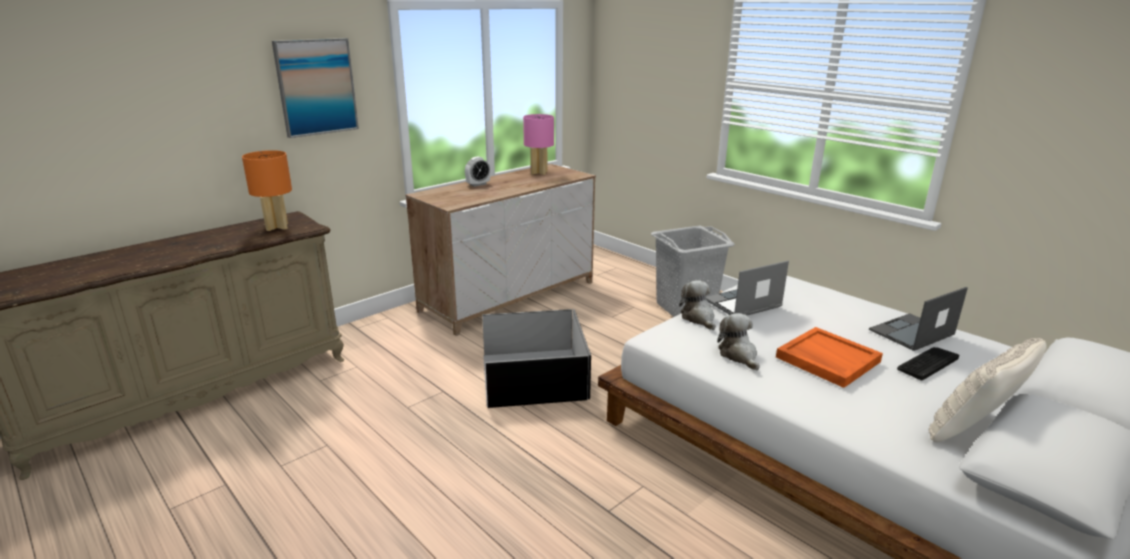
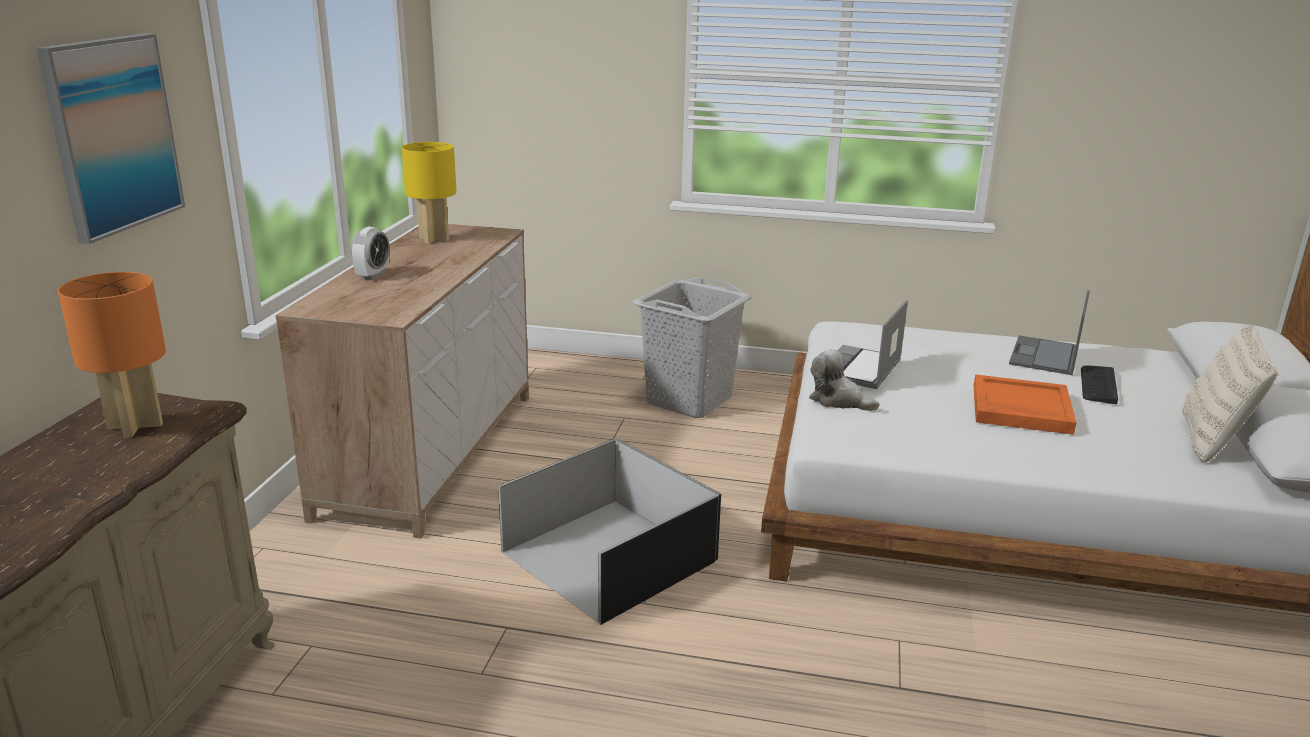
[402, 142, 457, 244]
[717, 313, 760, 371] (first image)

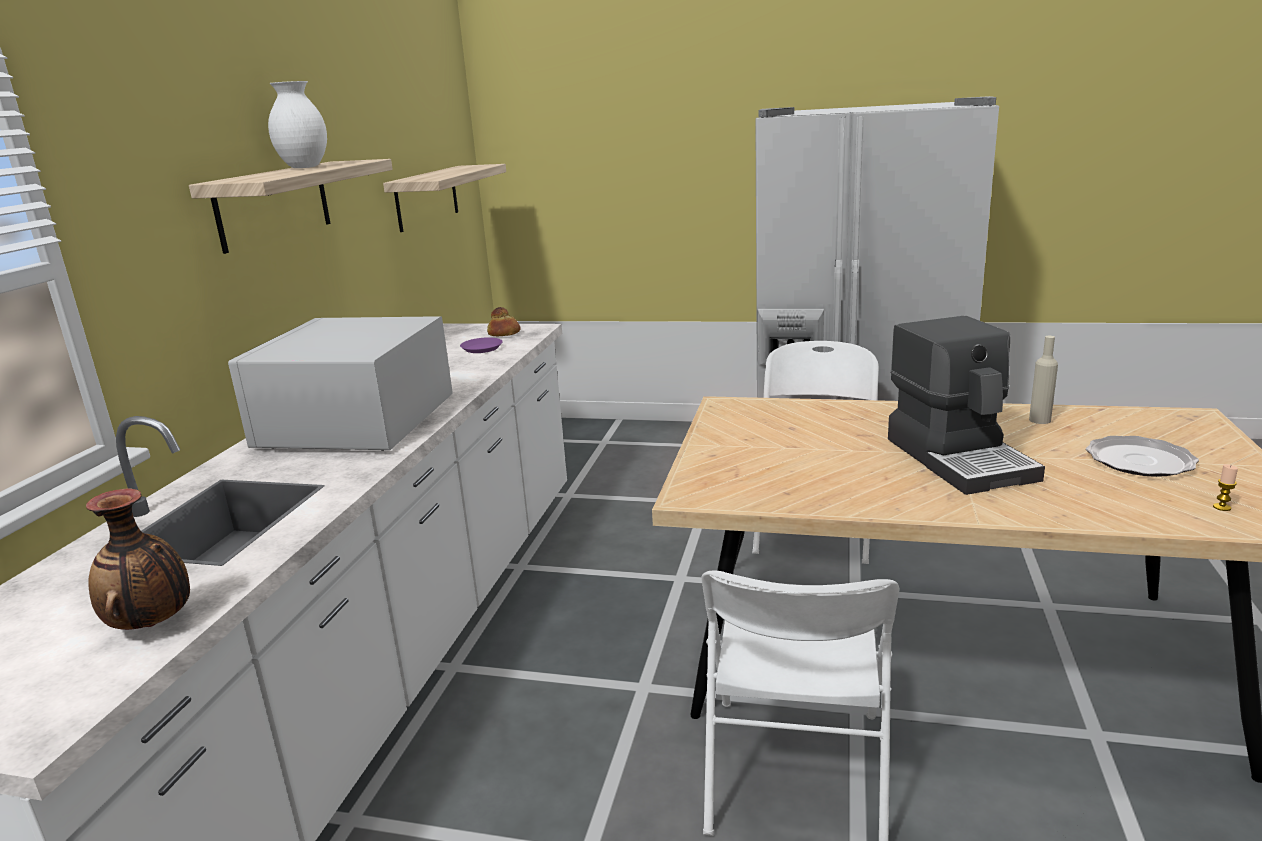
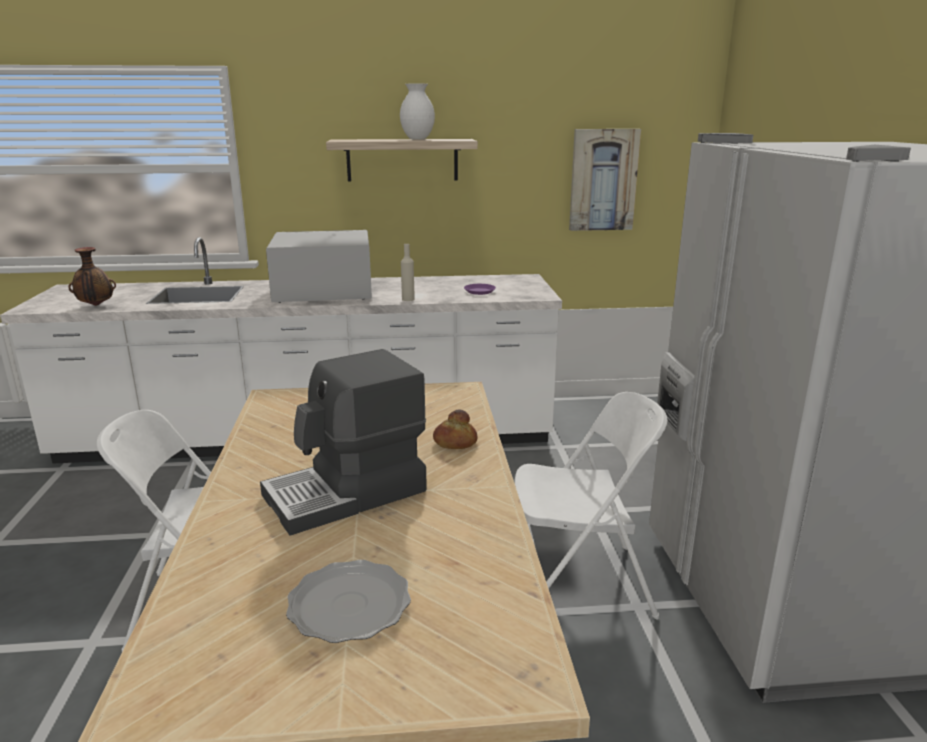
[569, 129, 641, 231]
[433, 409, 477, 449]
[401, 244, 415, 301]
[1213, 464, 1238, 511] (first image)

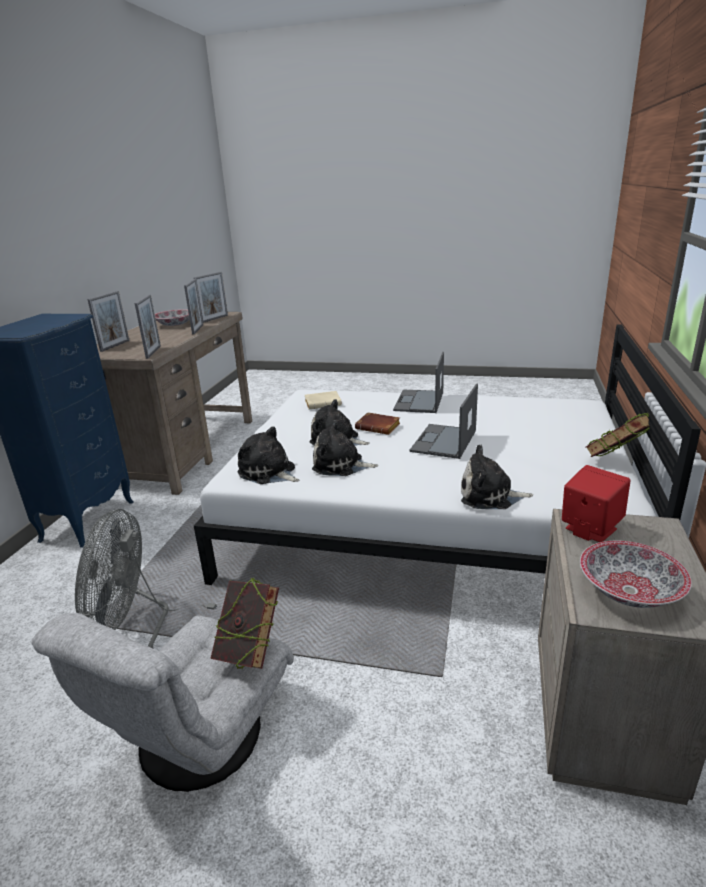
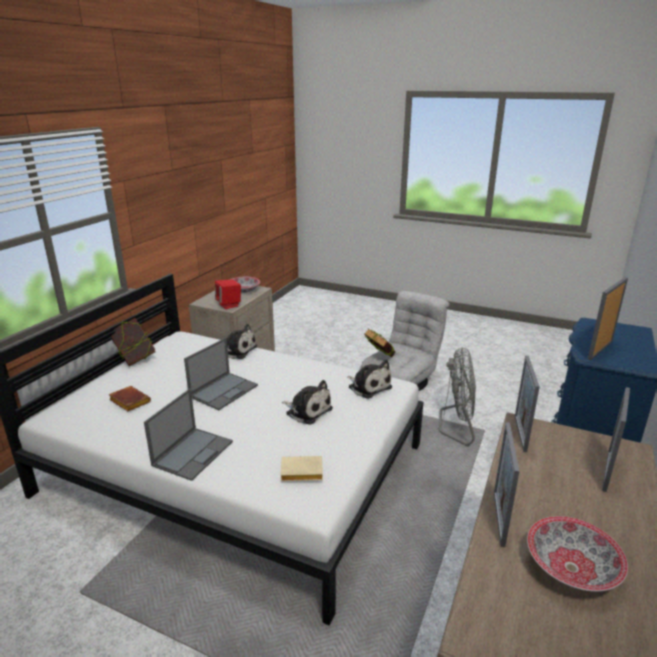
[588, 277, 628, 360]
[109, 386, 151, 411]
[312, 420, 378, 476] (first image)

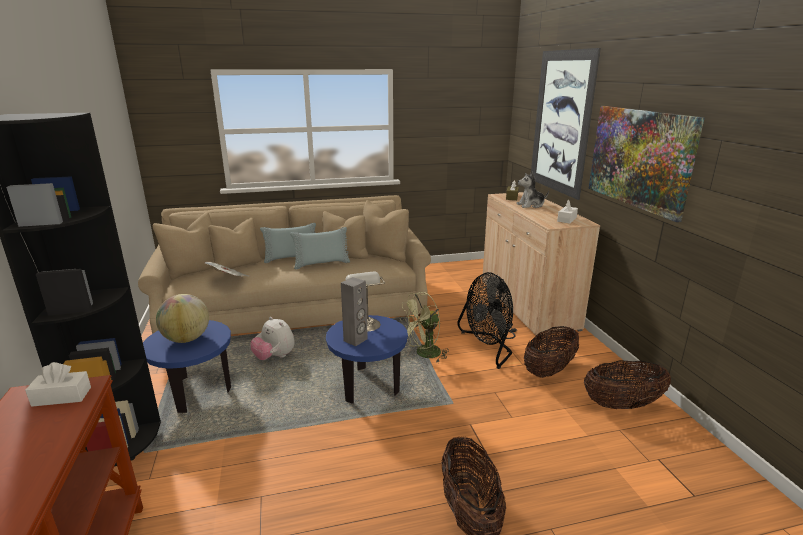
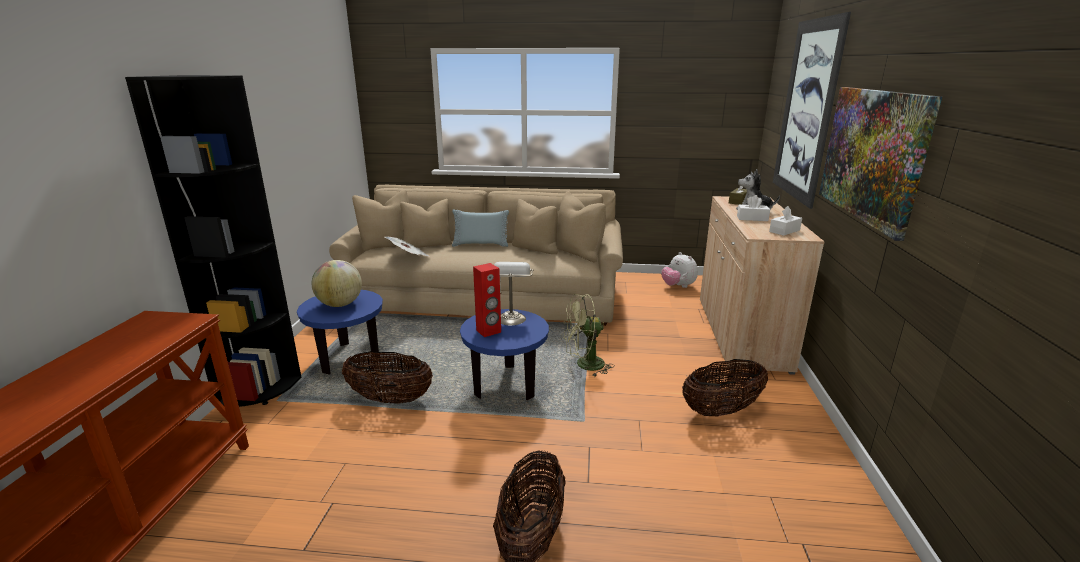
[290, 227, 350, 269] (first image)
[457, 272, 517, 369] (first image)
[473, 263, 501, 337]
[661, 252, 698, 288]
[342, 351, 433, 404]
[737, 195, 770, 221]

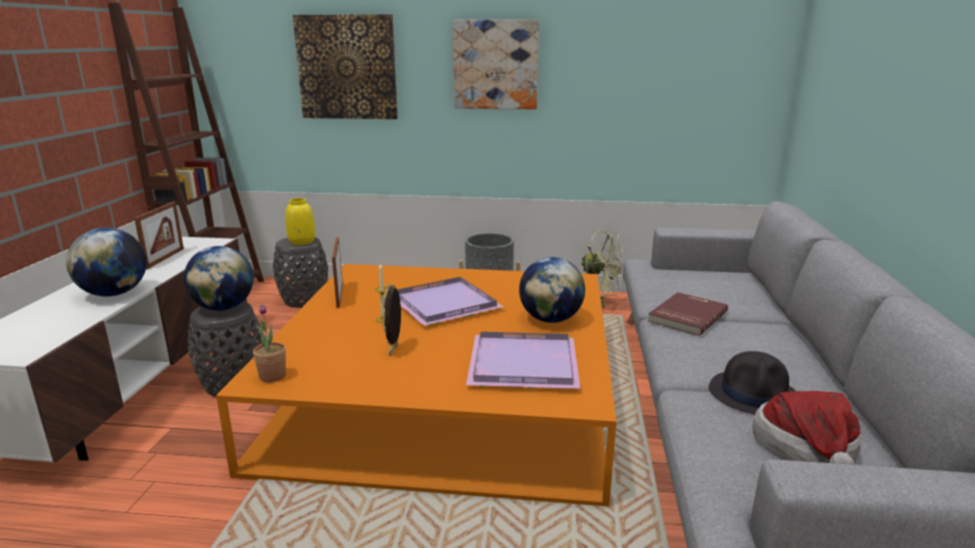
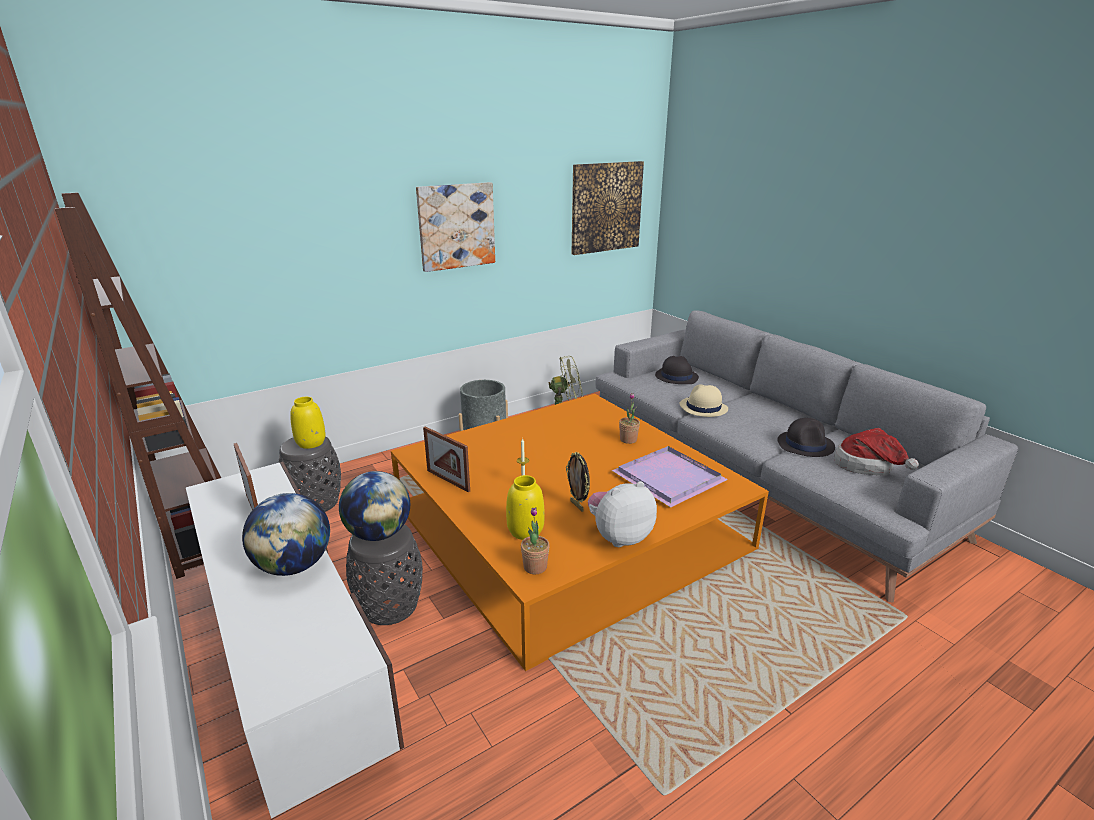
[572, 161, 644, 255]
[619, 393, 640, 444]
[397, 277, 504, 326] (first image)
[679, 384, 728, 417]
[655, 356, 699, 384]
[506, 475, 545, 540]
[588, 481, 657, 547]

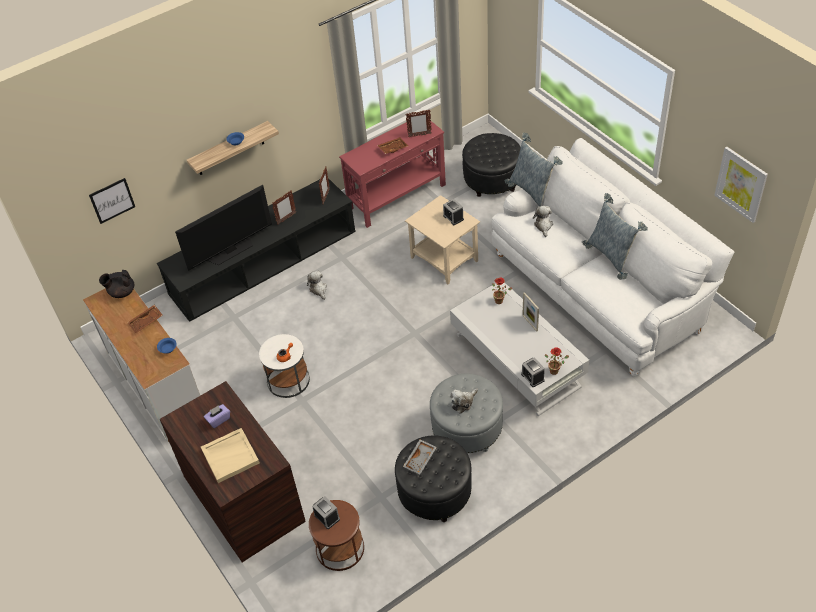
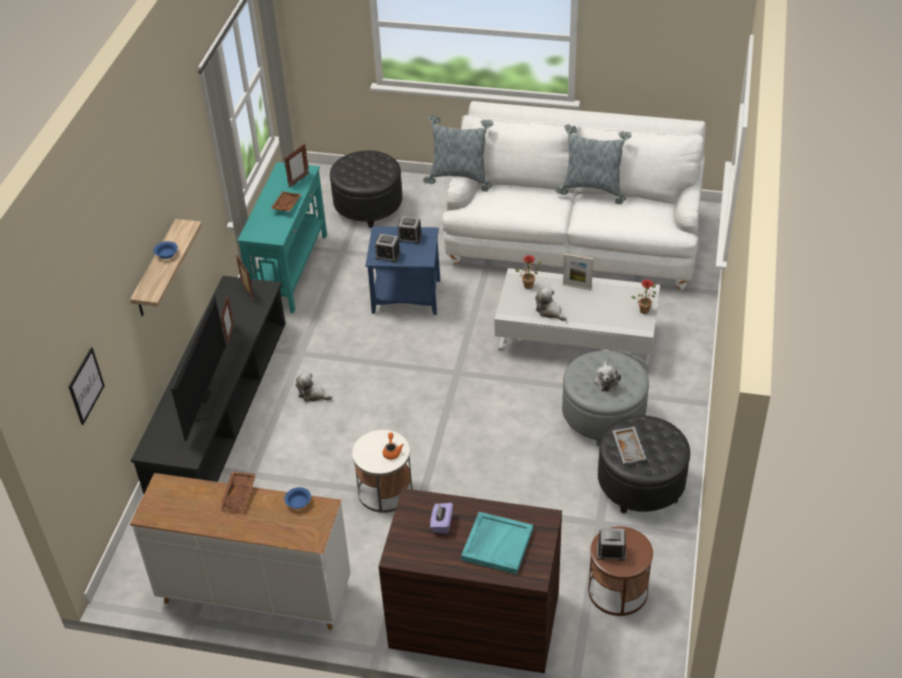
[237, 162, 327, 313]
[715, 147, 768, 223] (first image)
[365, 226, 440, 315]
[535, 287, 567, 321]
[99, 270, 134, 298] (first image)
[375, 234, 401, 262]
[461, 512, 533, 575]

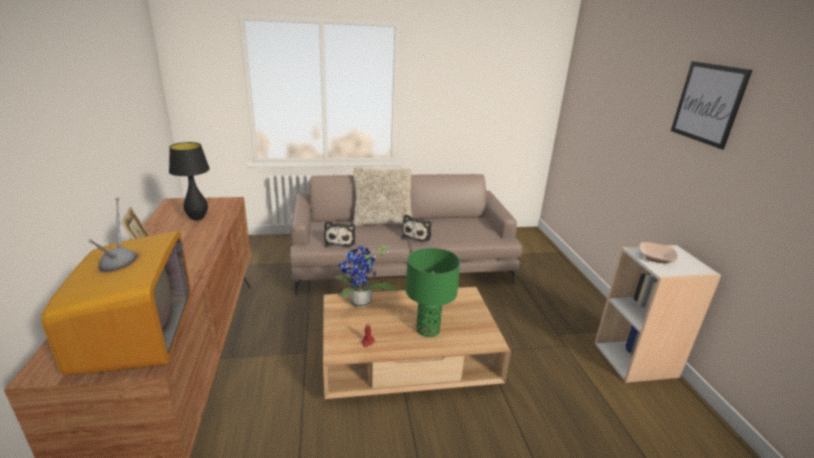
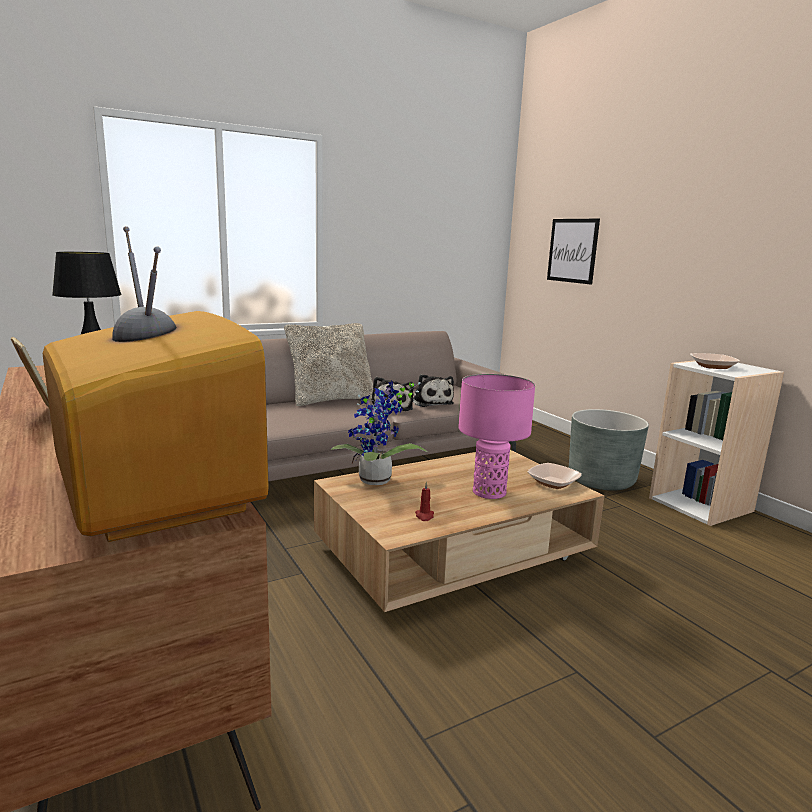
[547, 219, 600, 285]
[413, 374, 454, 407]
[458, 374, 535, 499]
[569, 409, 649, 491]
[528, 463, 582, 489]

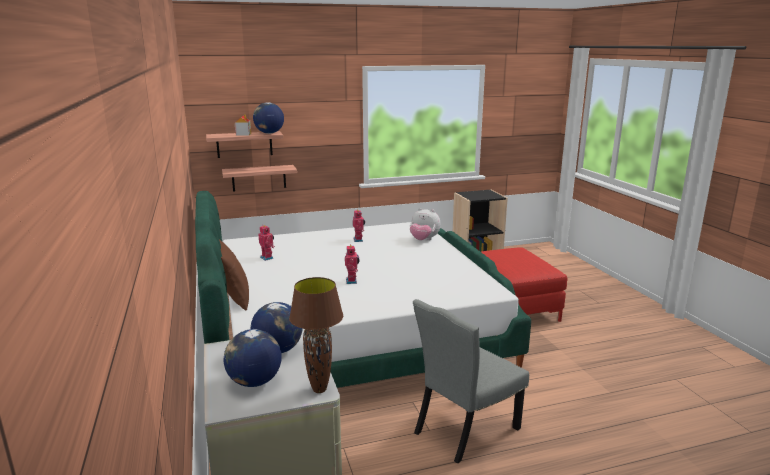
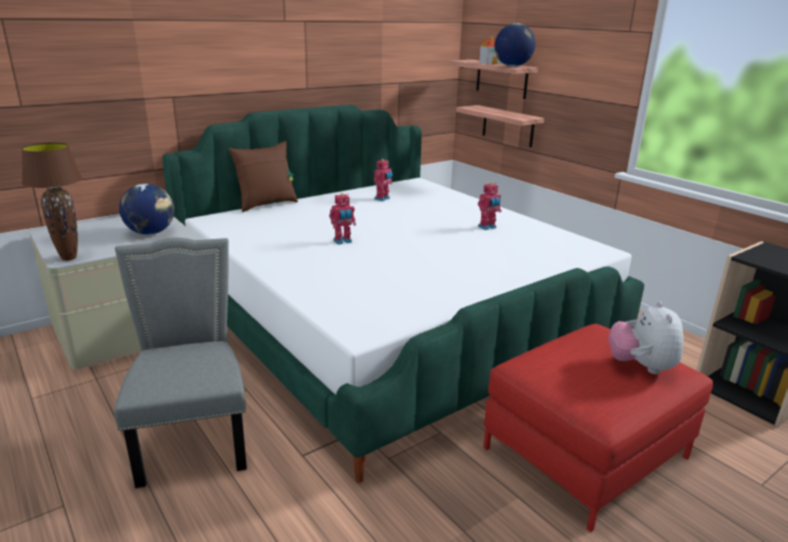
[609, 301, 684, 374]
[114, 238, 247, 488]
[224, 329, 282, 387] (first image)

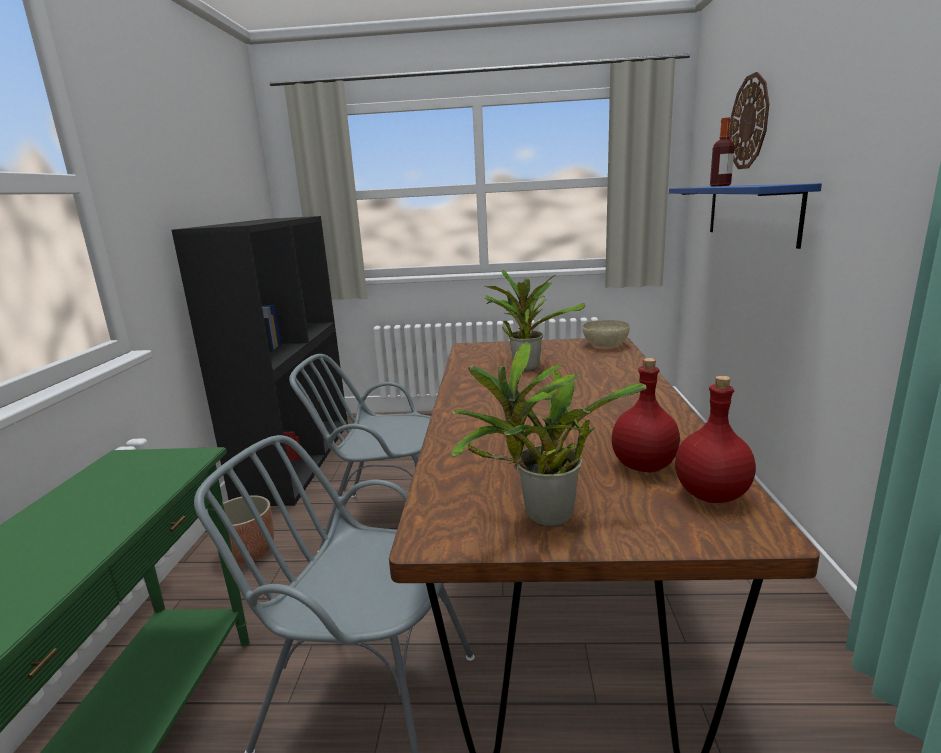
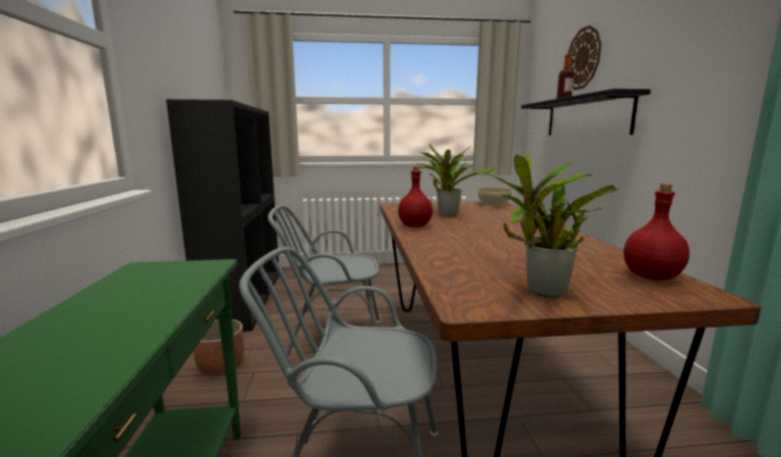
[521, 89, 651, 135]
[398, 166, 433, 227]

